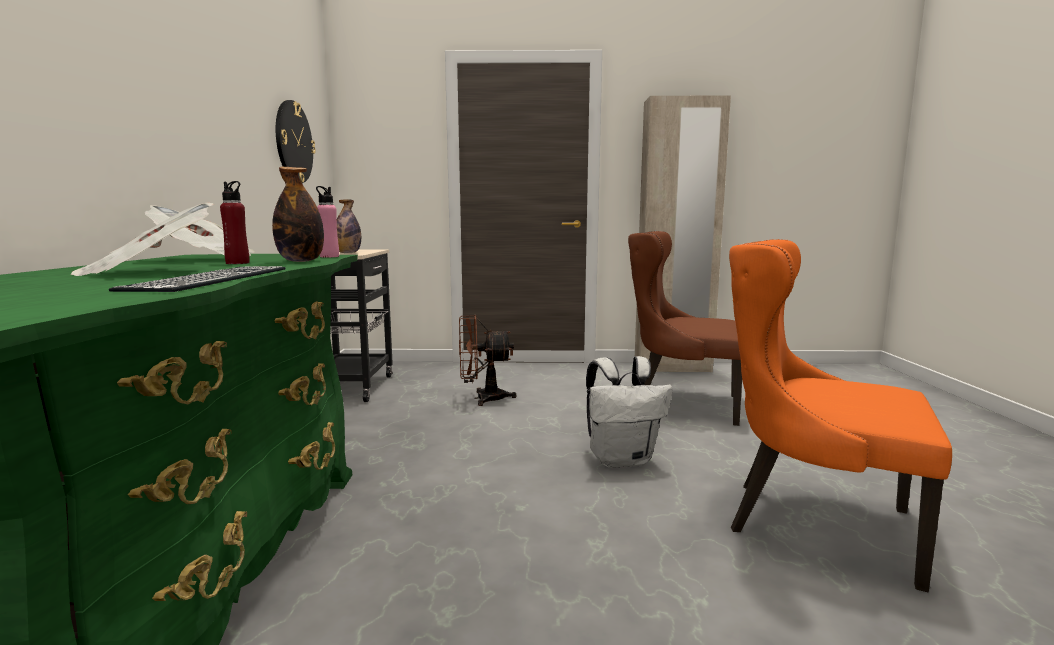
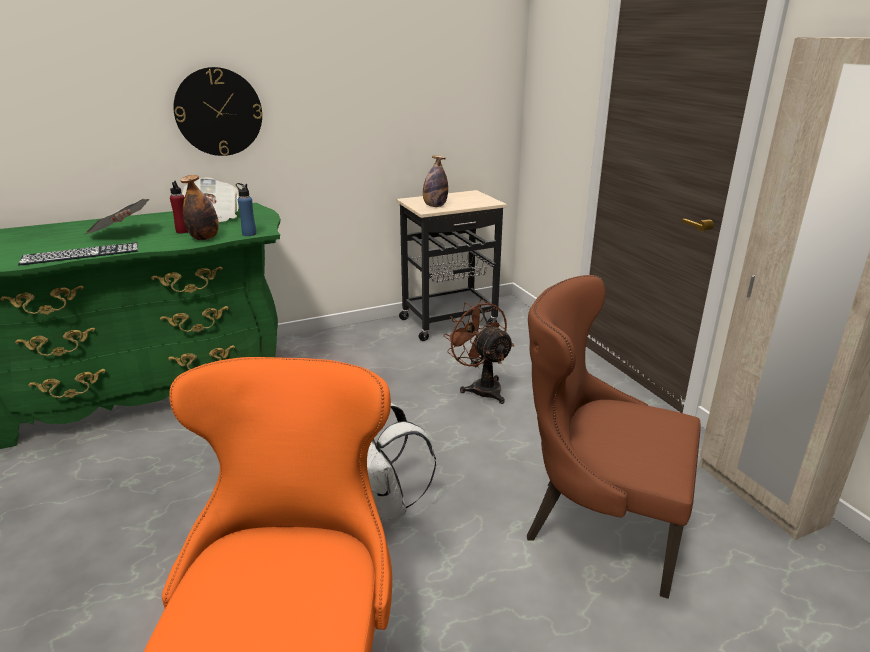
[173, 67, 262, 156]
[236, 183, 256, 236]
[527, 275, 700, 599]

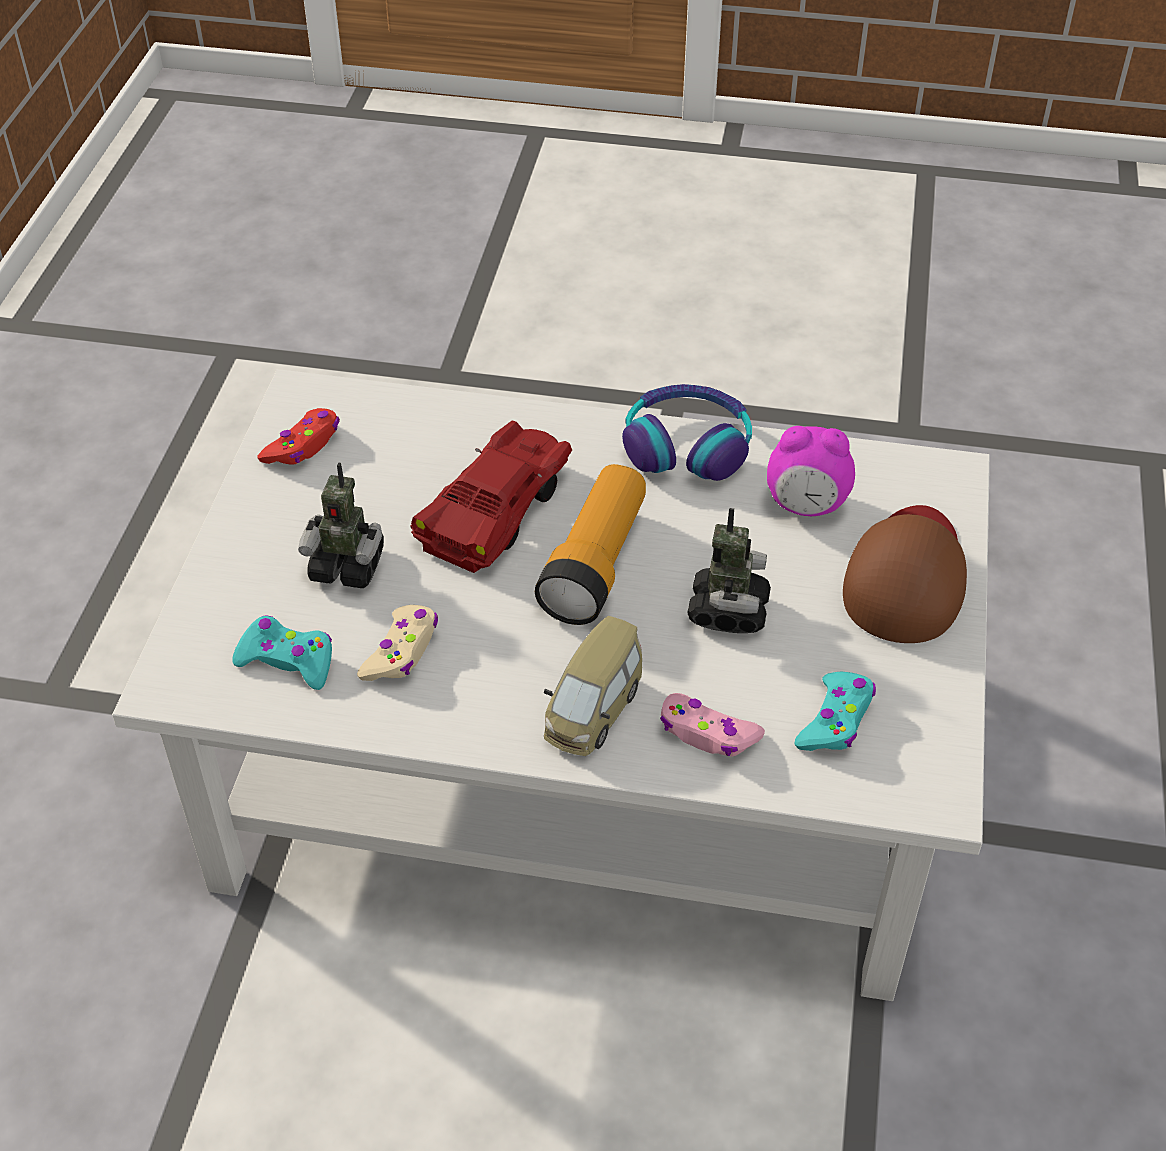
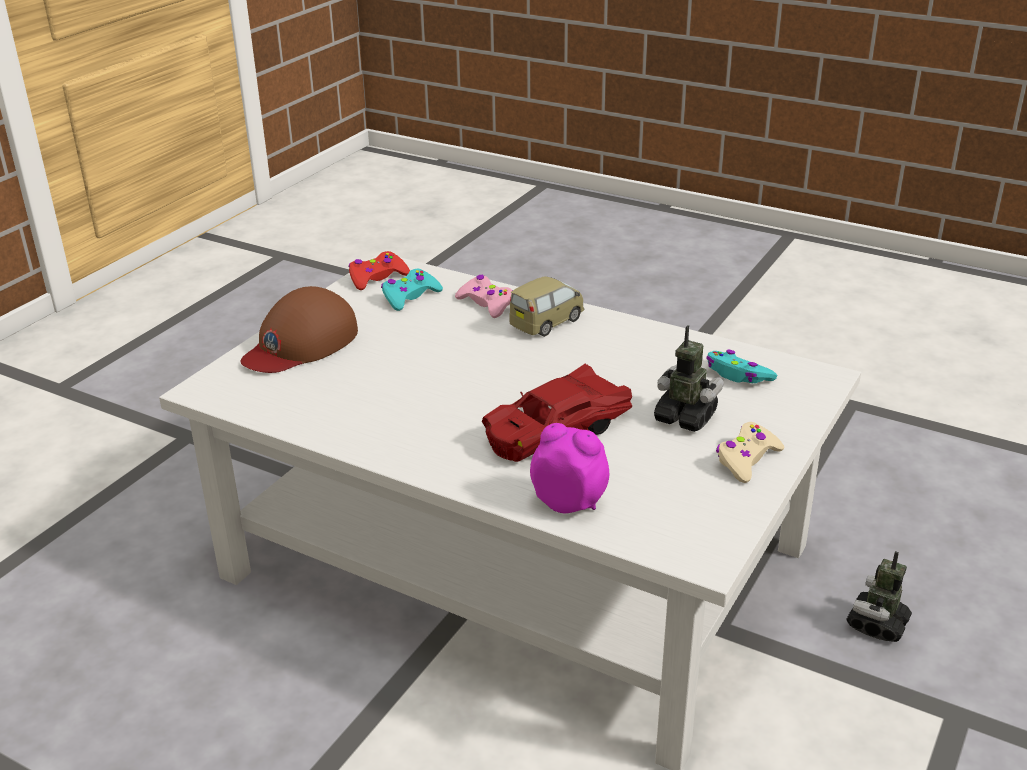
[622, 384, 752, 481] (first image)
[348, 251, 410, 290]
[530, 423, 609, 513]
[535, 464, 646, 625] (first image)
[847, 551, 912, 642]
[716, 422, 784, 483]

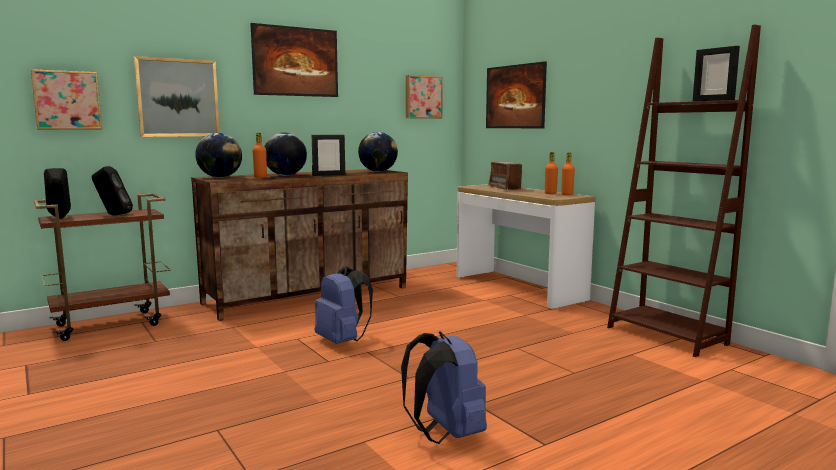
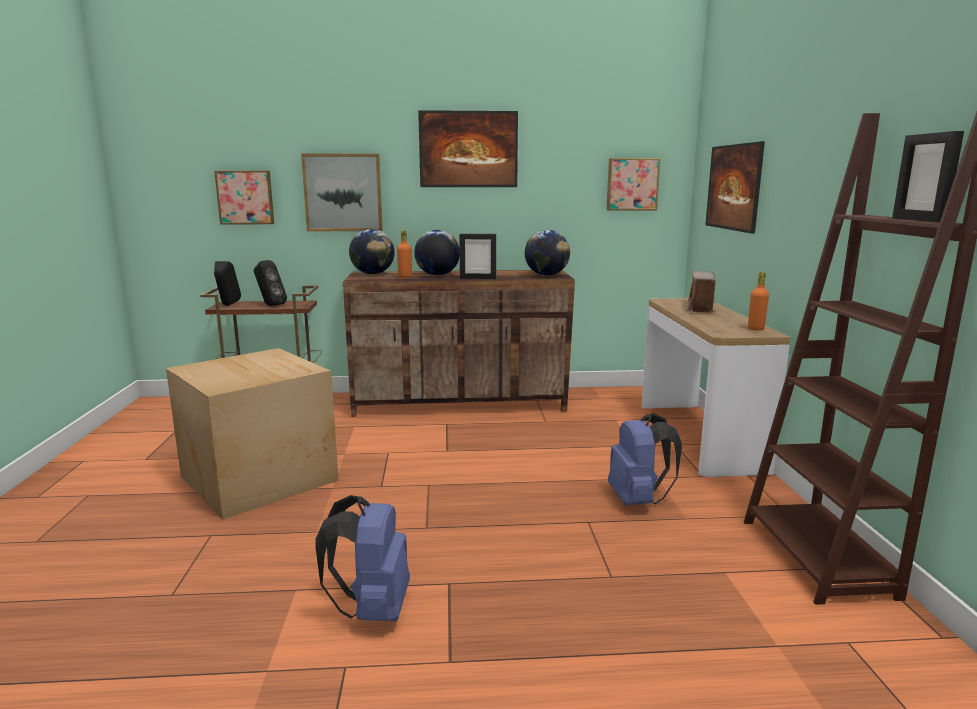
[545, 152, 558, 194] (first image)
[608, 413, 682, 505]
[166, 348, 339, 519]

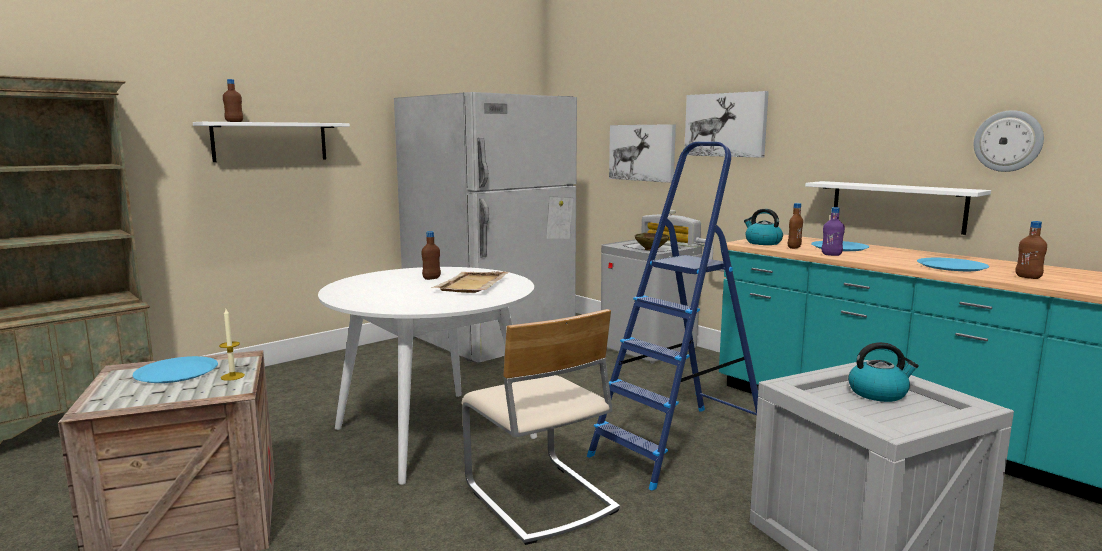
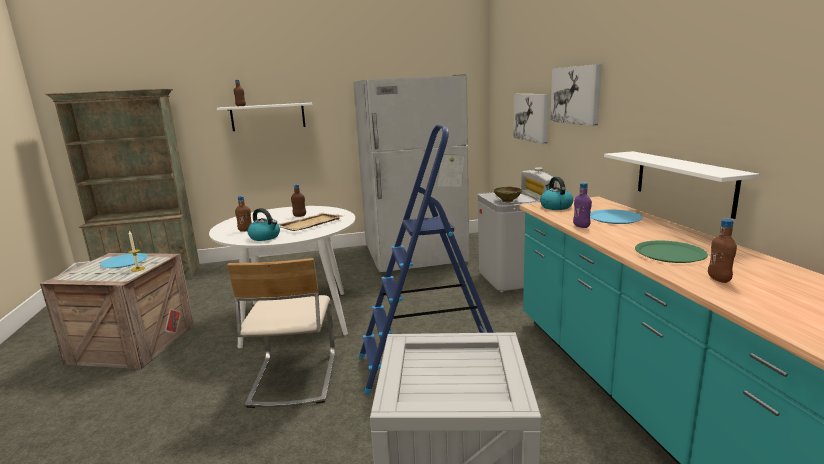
[974, 110, 1044, 172] (first image)
[235, 196, 252, 232]
[635, 241, 708, 263]
[248, 208, 280, 241]

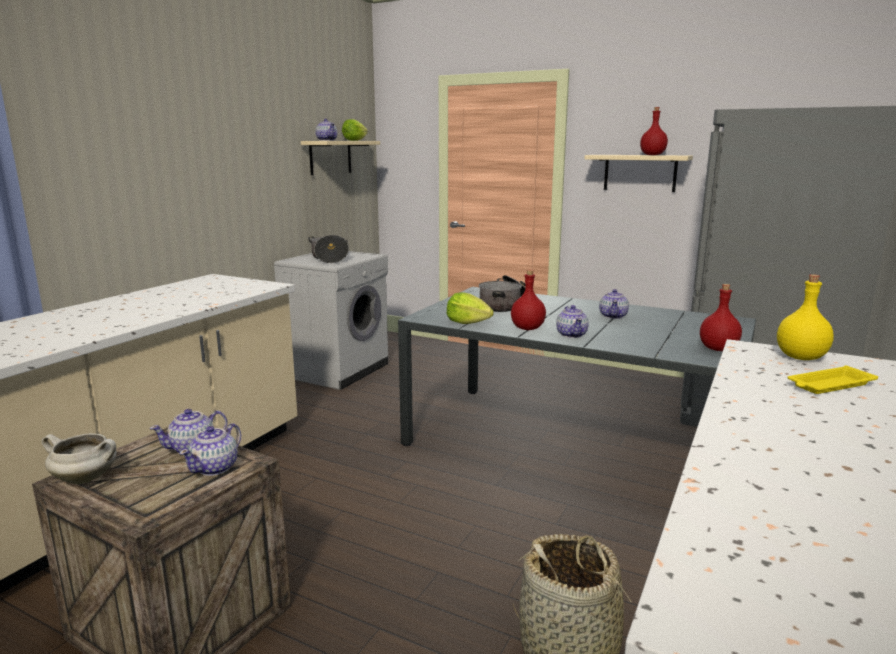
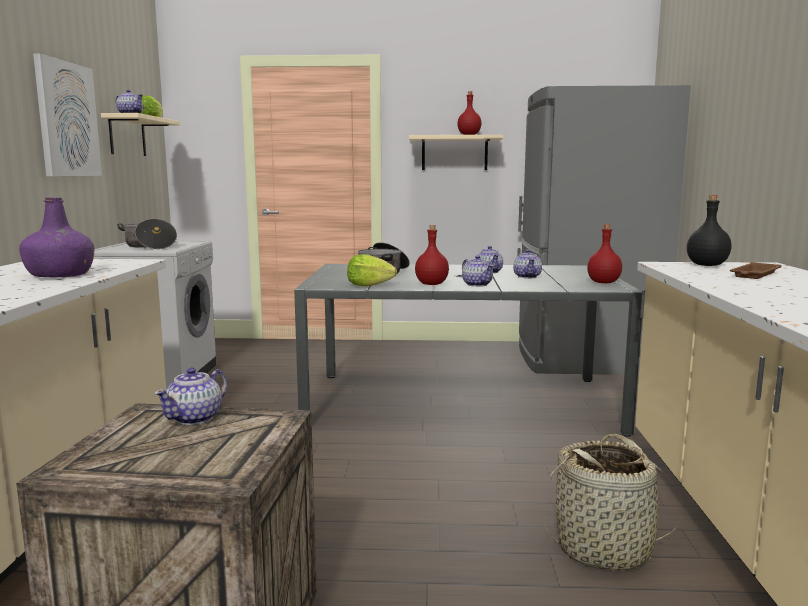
[687, 195, 732, 266]
[730, 262, 782, 279]
[513, 250, 542, 278]
[41, 433, 117, 484] (first image)
[33, 53, 102, 176]
[19, 197, 95, 277]

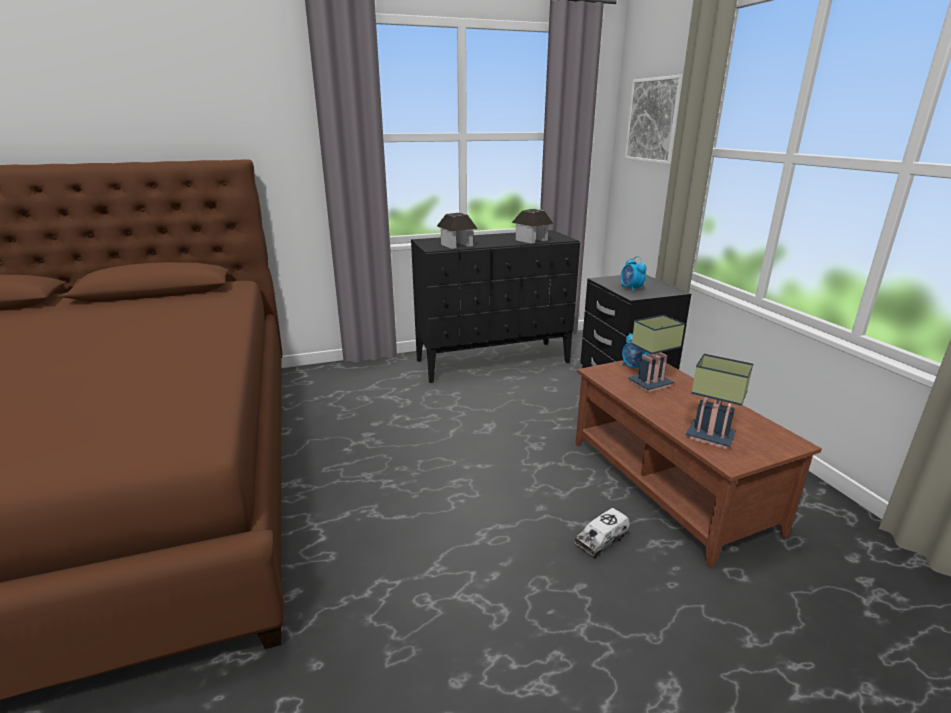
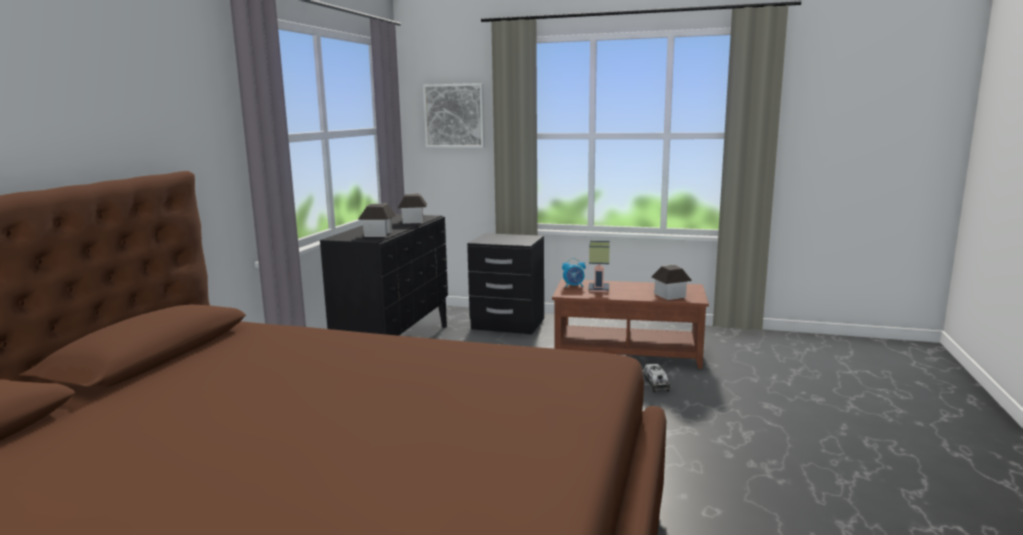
[621, 256, 647, 292] (first image)
[651, 265, 692, 300]

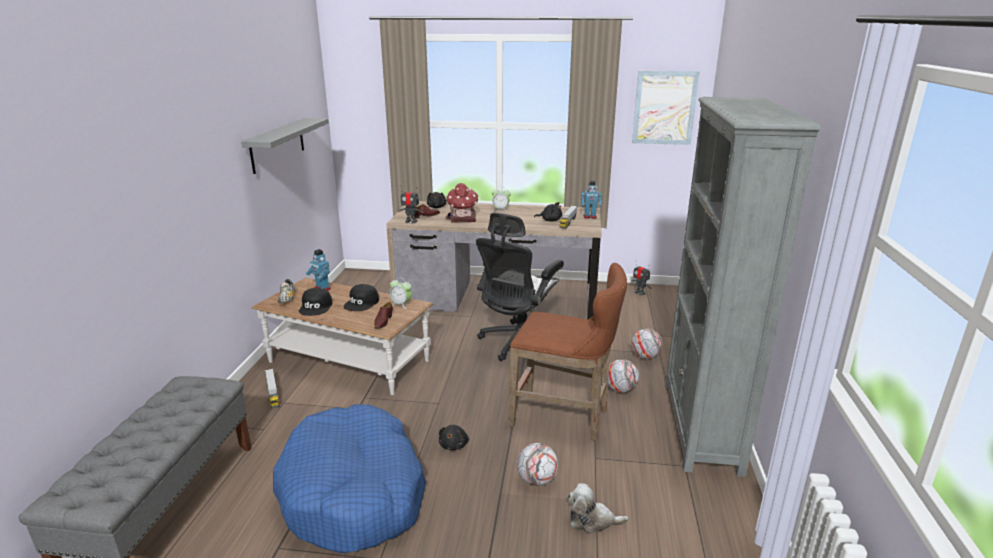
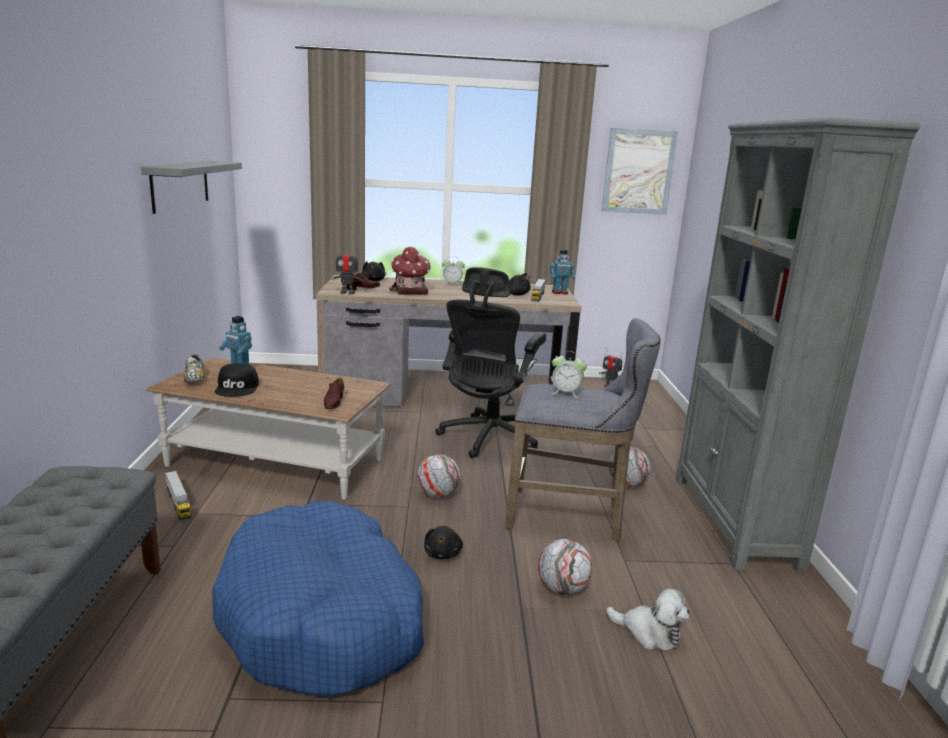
[505, 318, 660, 541]
[550, 351, 587, 398]
[344, 284, 379, 311] (first image)
[417, 454, 460, 498]
[606, 589, 689, 651]

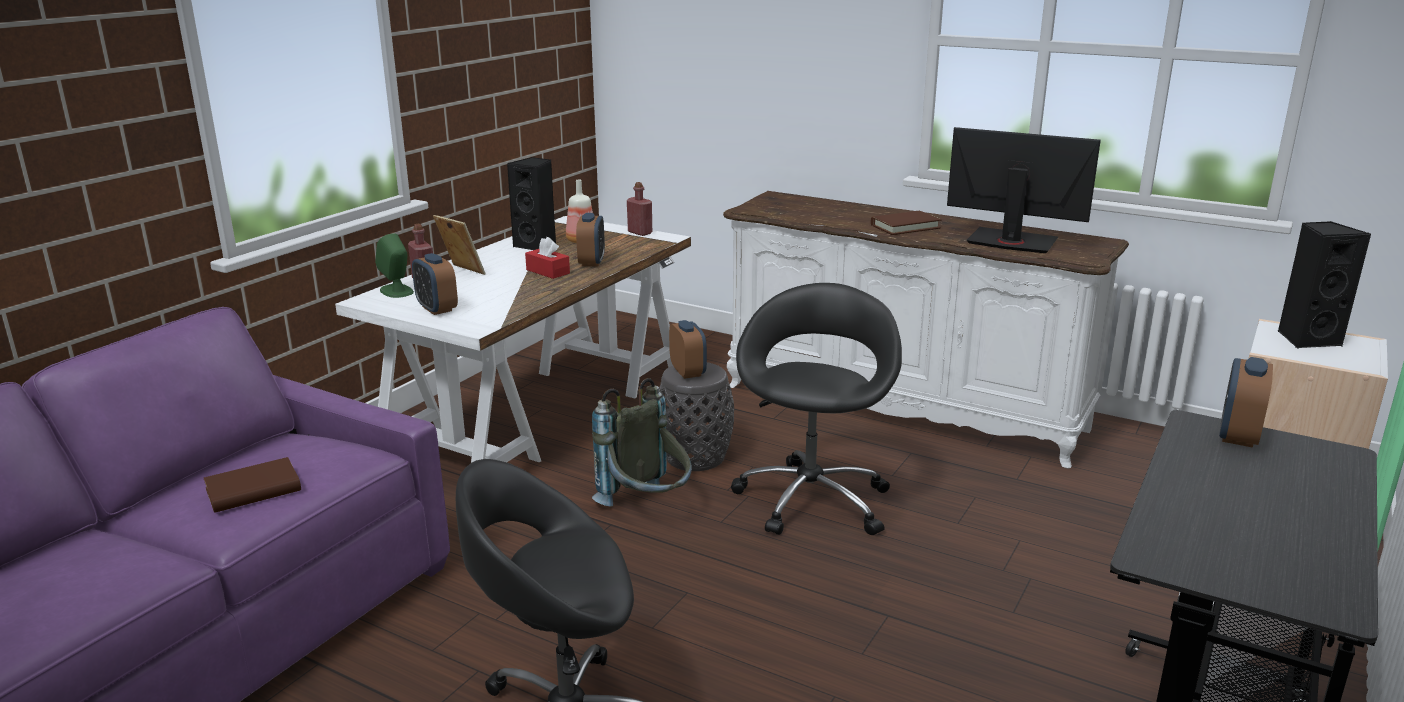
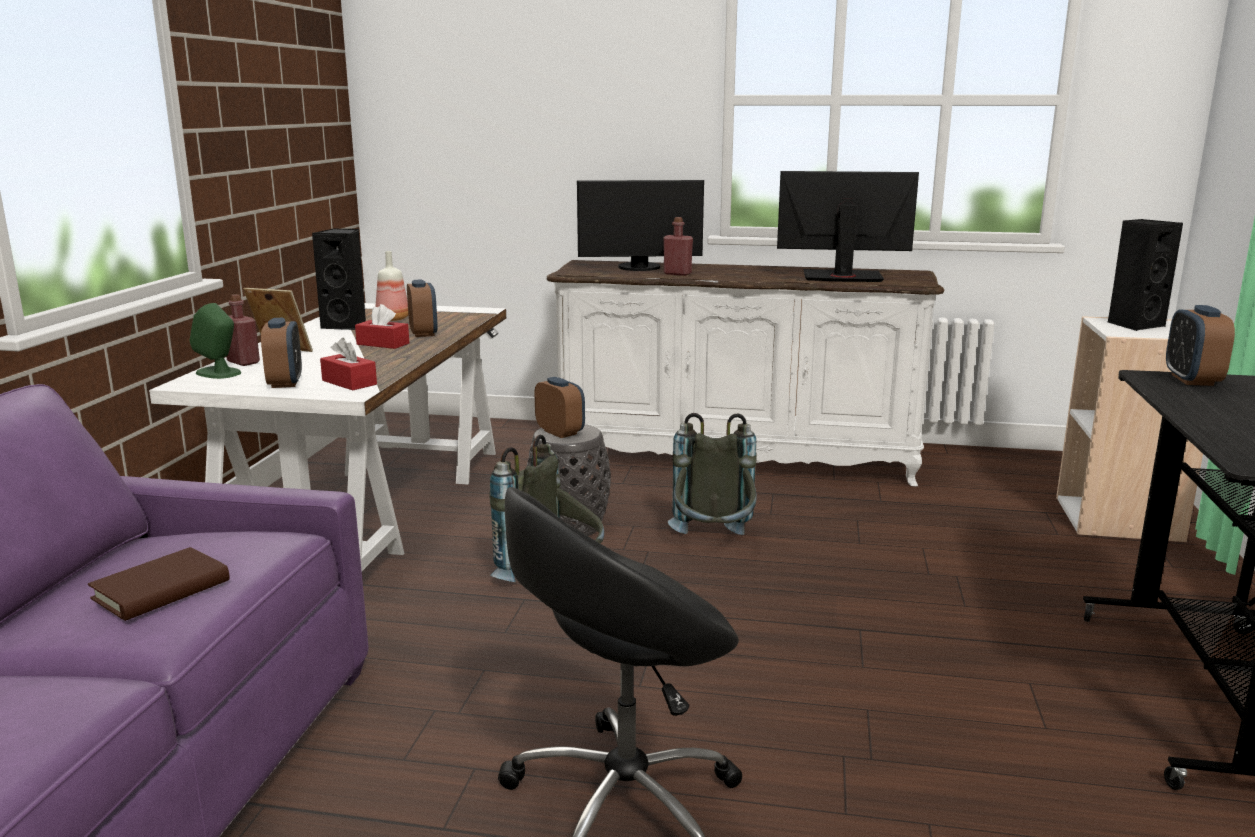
[663, 217, 693, 276]
[871, 211, 941, 235] (first image)
[261, 318, 302, 388]
[668, 413, 757, 535]
[577, 180, 704, 271]
[320, 338, 377, 390]

